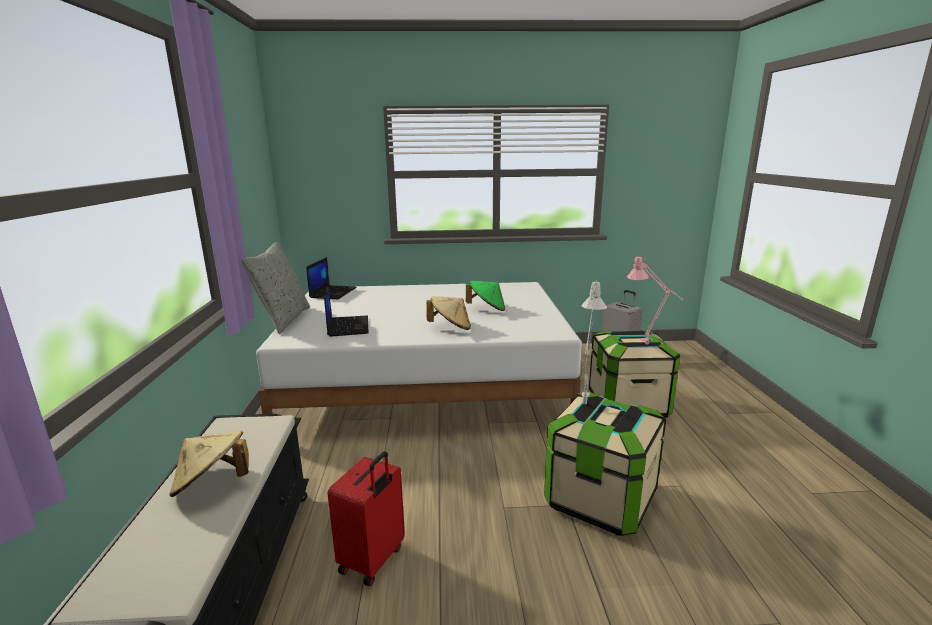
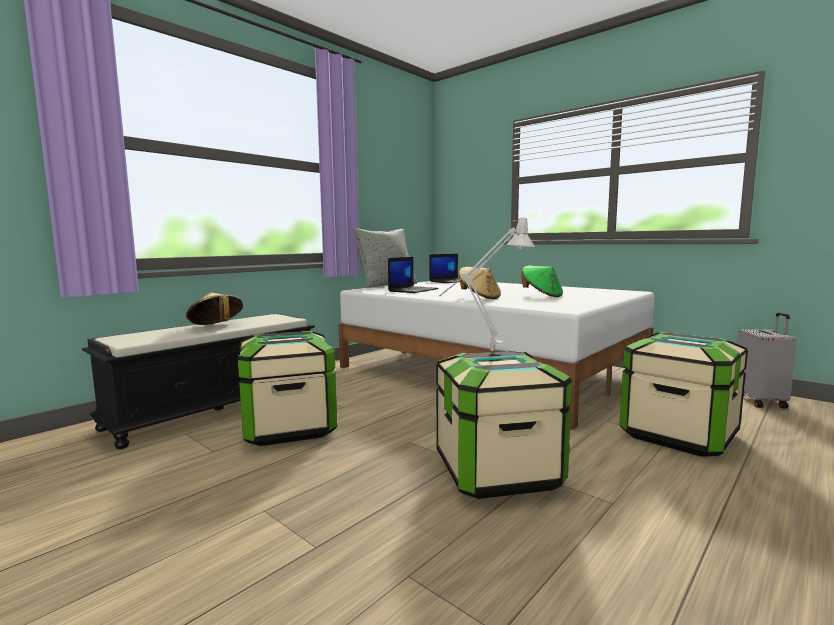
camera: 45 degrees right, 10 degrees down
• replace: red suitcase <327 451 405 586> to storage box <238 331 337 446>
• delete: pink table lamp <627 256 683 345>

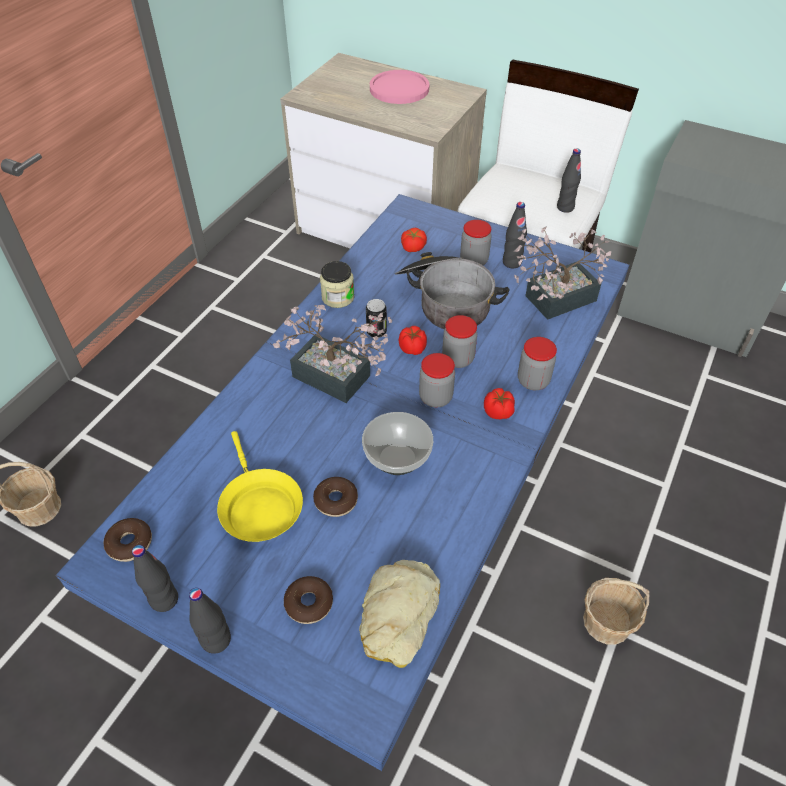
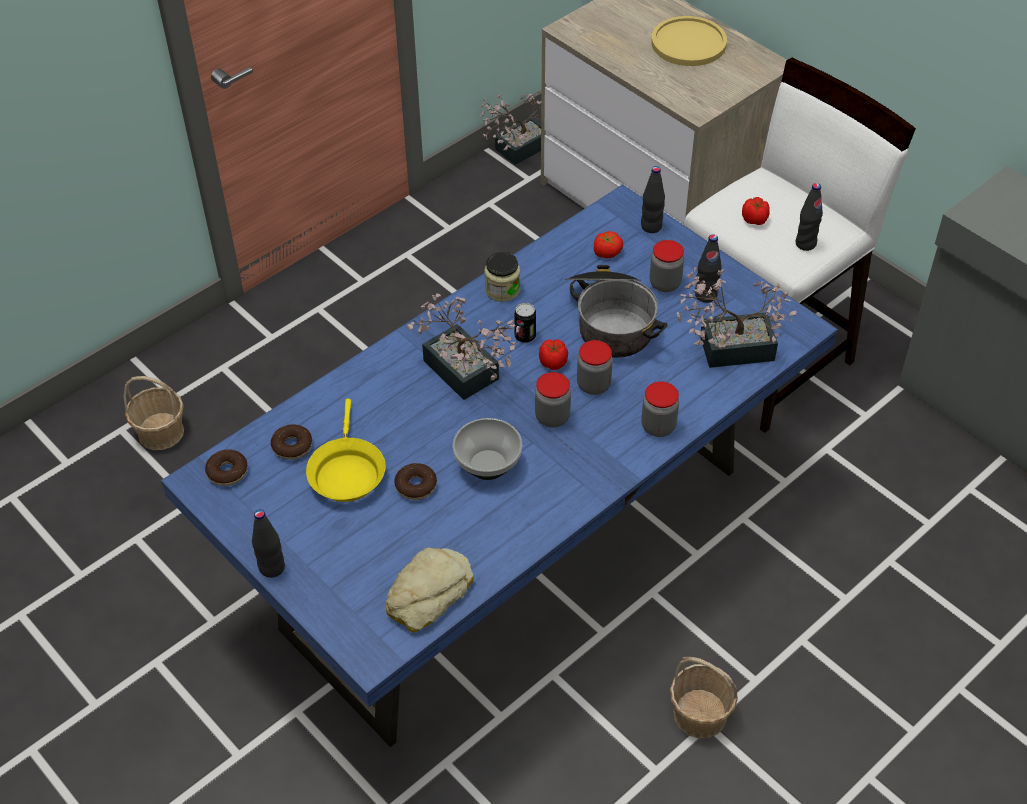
camera: 20 degrees right, 0 degrees up
• move: black bottle <132 545 178 612> to <641 166 665 233>
• move: donut <284 576 333 624> to <271 424 312 460>
• recolor: pink plate <370 70 429 104> to yellow plate <651 16 727 66>
• move: tomato <484 388 515 419> to <742 197 769 225>
• insert: potted plant <480 90 541 165>

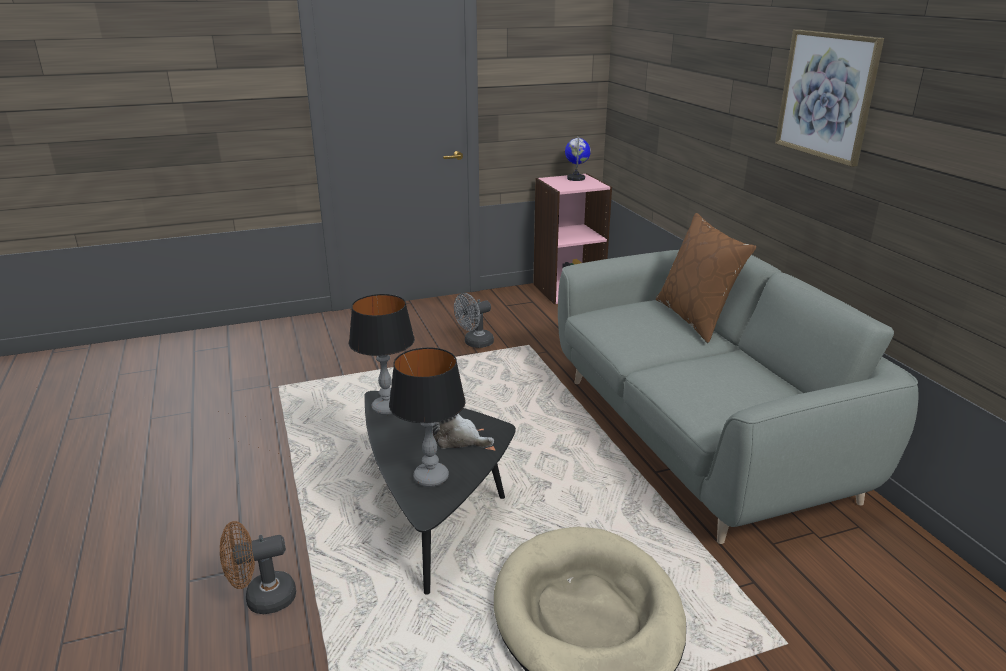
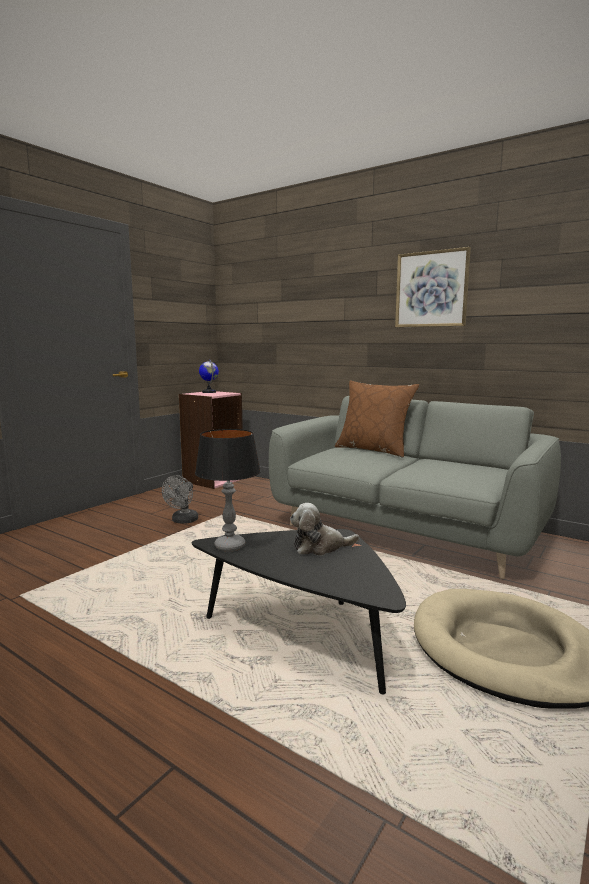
camera: 35 degrees left, 15 degrees down
• delete: brown fan <220 521 296 614>
• delete: table lamp <389 347 466 487>

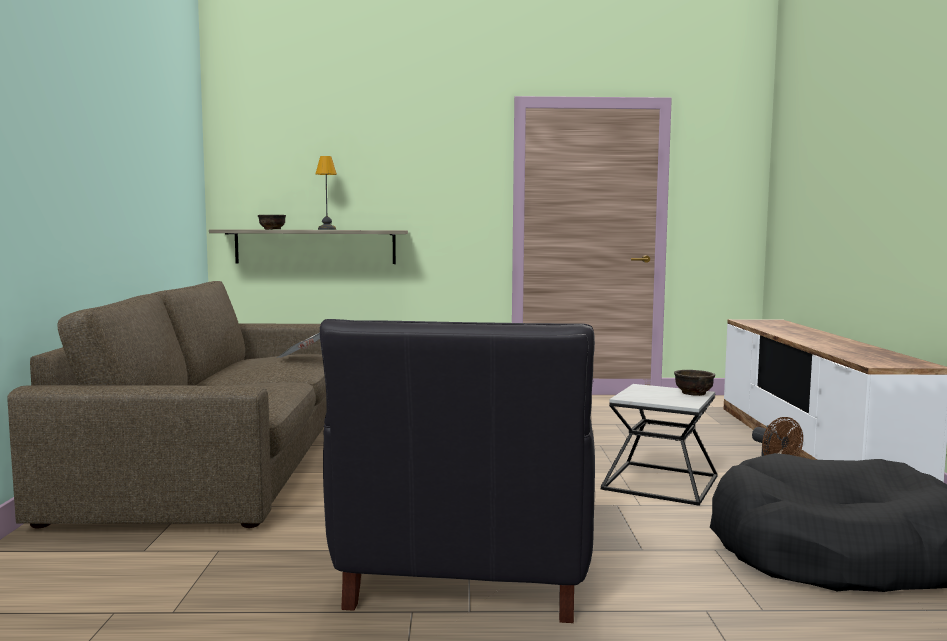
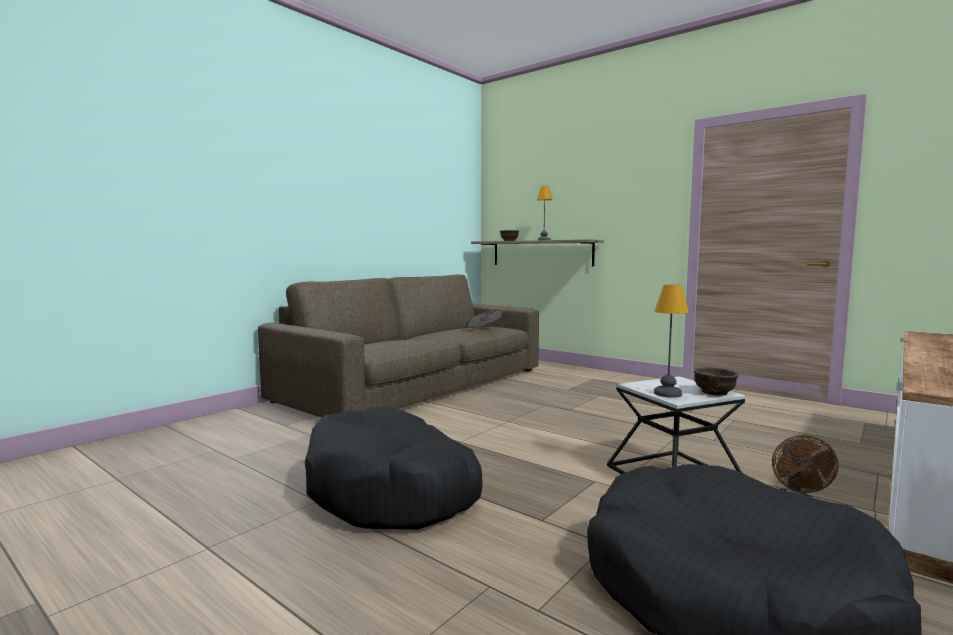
camera: 40 degrees right, 0 degrees up
• replace: black armchair <320 319 595 623> to black dog bed <305 406 483 530>
• insert: table lamp <654 285 689 398>

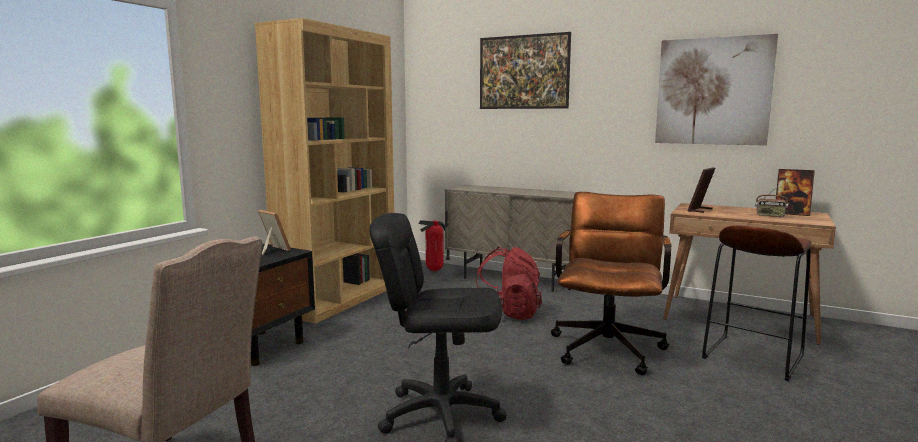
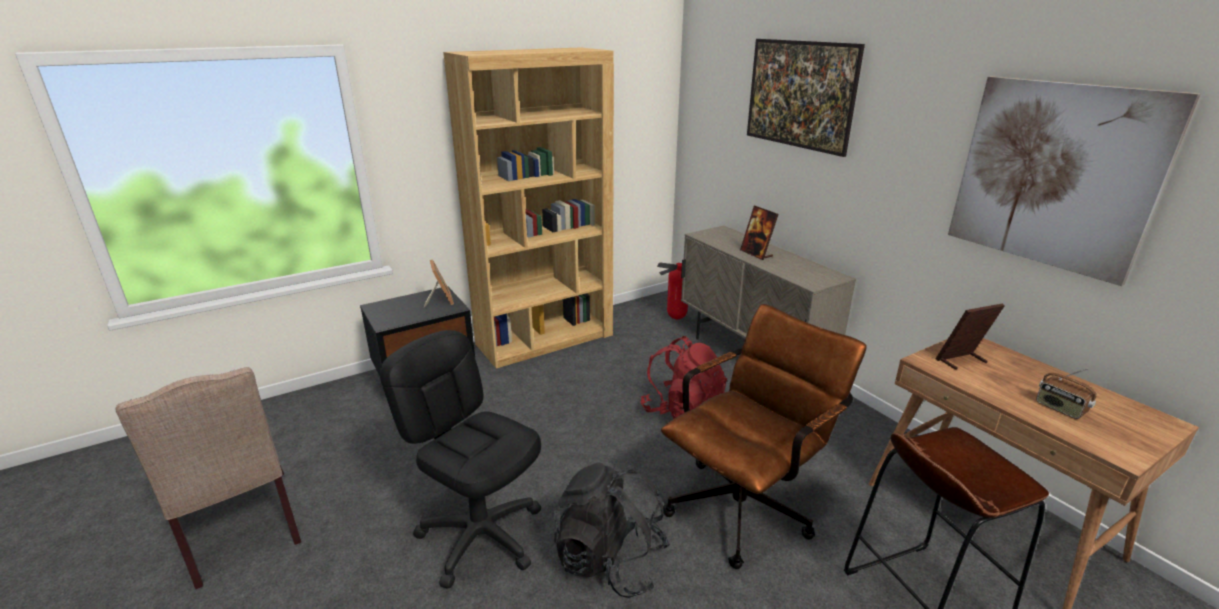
camera: 30 degrees right, 15 degrees up
• move: picture frame <776 169 815 216> to <740 206 779 260>
• insert: black backpack <554 463 670 598>

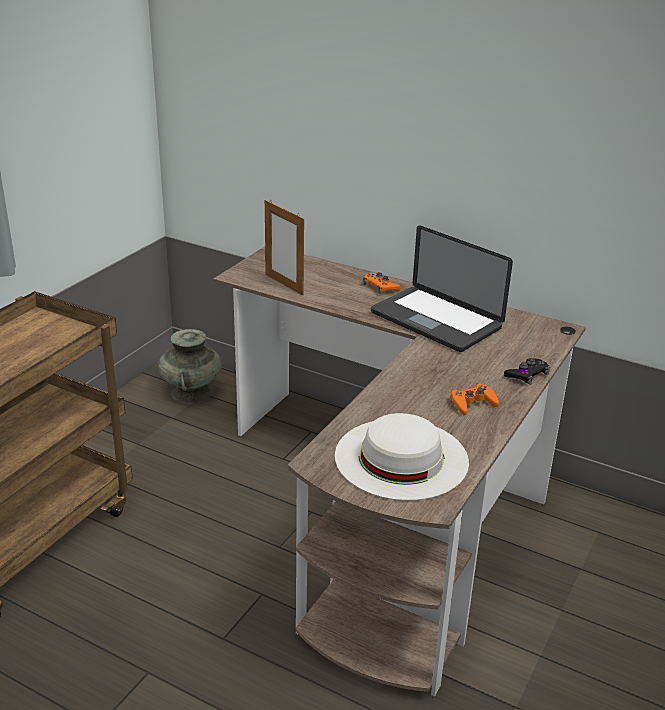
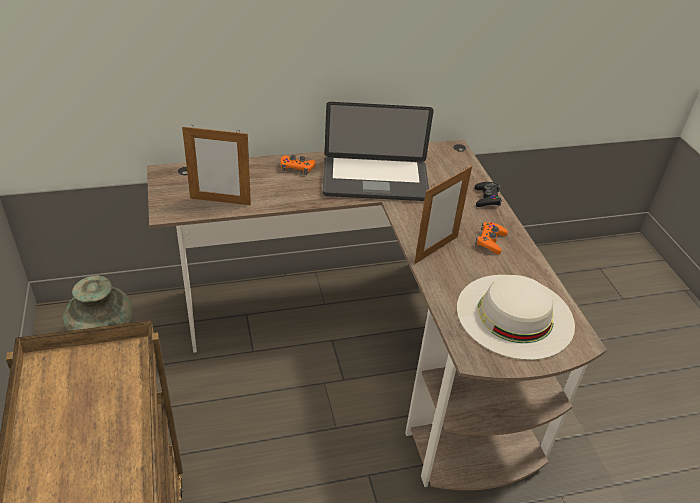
camera: 45 degrees left, 10 degrees up
• insert: picture frame <414 166 472 264>

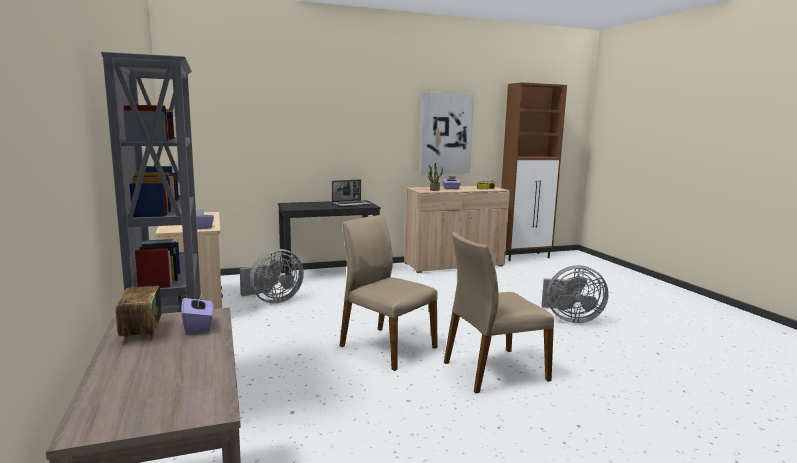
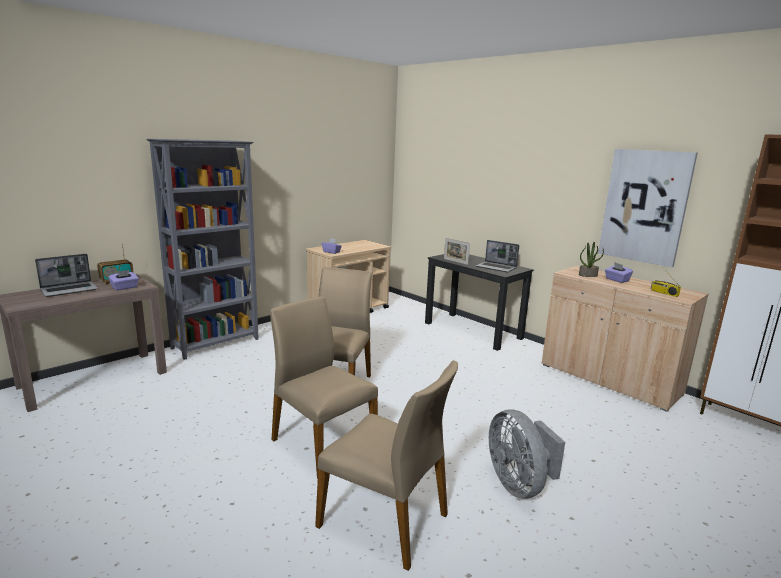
camera: 65 degrees right, 5 degrees up
• delete: grey fan <240 249 304 303>
• insert: laptop <35 254 98 297>
• insert: beige chair <315 360 458 571>
• insert: picture frame <444 238 470 265>

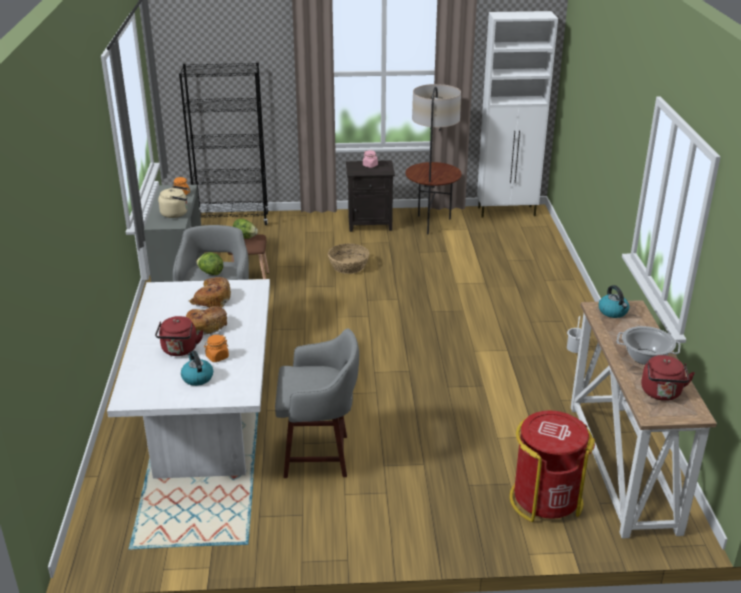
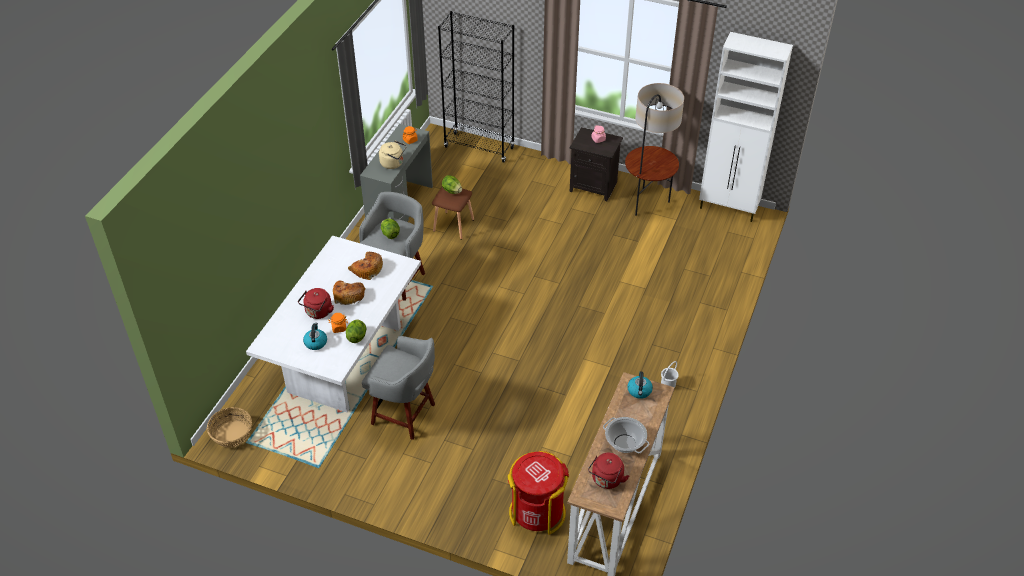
camera: 25 degrees right, 15 degrees up
• move: basket <328 243 369 274> to <207 407 252 448>
• insert: lettuce <346 319 367 343>

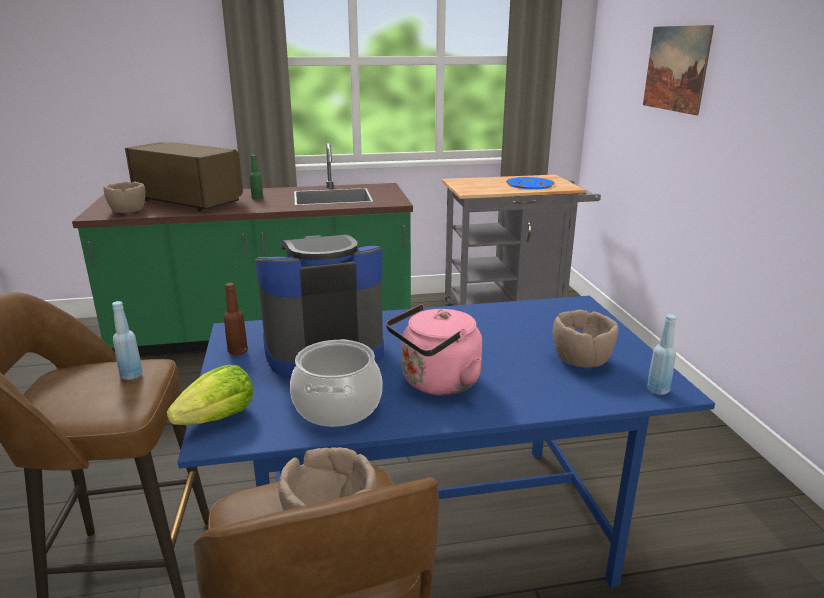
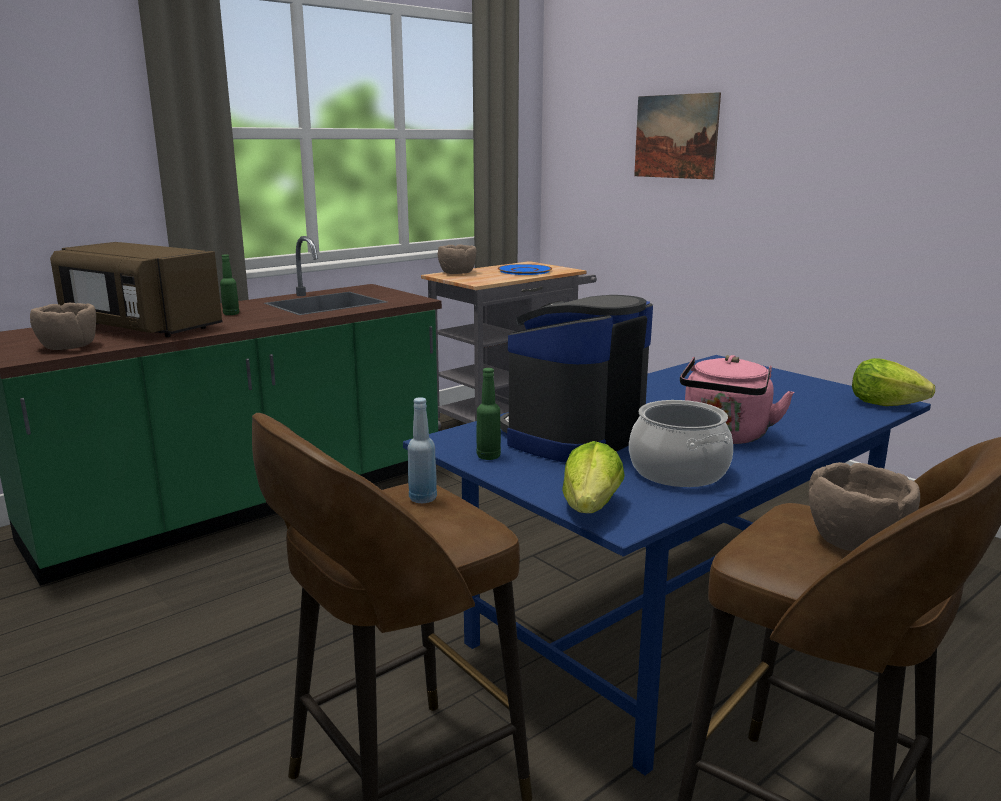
camera: 30 degrees left, 5 degrees down
• rotate: brown microwave <125 142 243 211> = <50 242 223 337> 150 degrees counterclockwise
• recolor: brown bottle <224 283 248 355> to green bottle <476 368 501 460>
• move: brown bowl <553 310 618 368> to <438 244 476 274>
• replace: blue bottle <647 314 676 395> to lettuce <852 358 935 406>

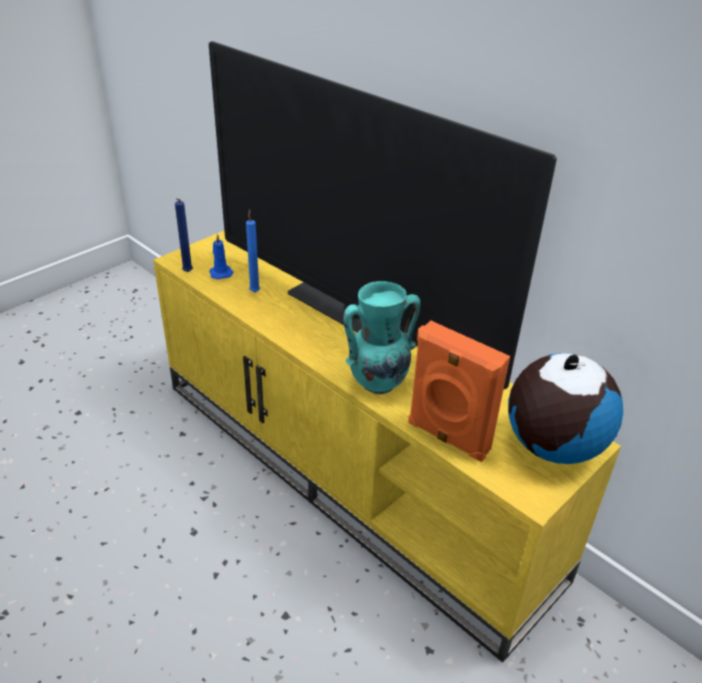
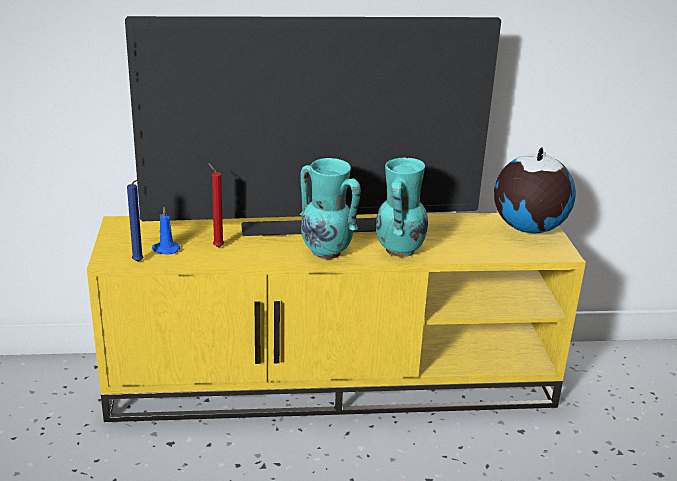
camera: 50 degrees left, 10 degrees down
• recolor: blue candle <246 209 260 292> to red candle <208 163 224 248>
• delete: orange speaker <408 321 510 462>
• insert: turquoise vase <300 158 361 259>

